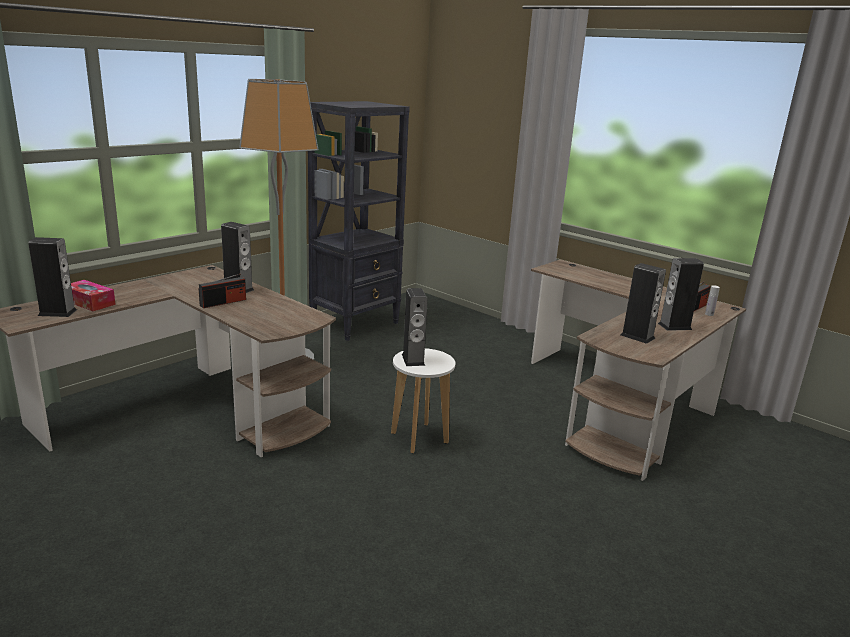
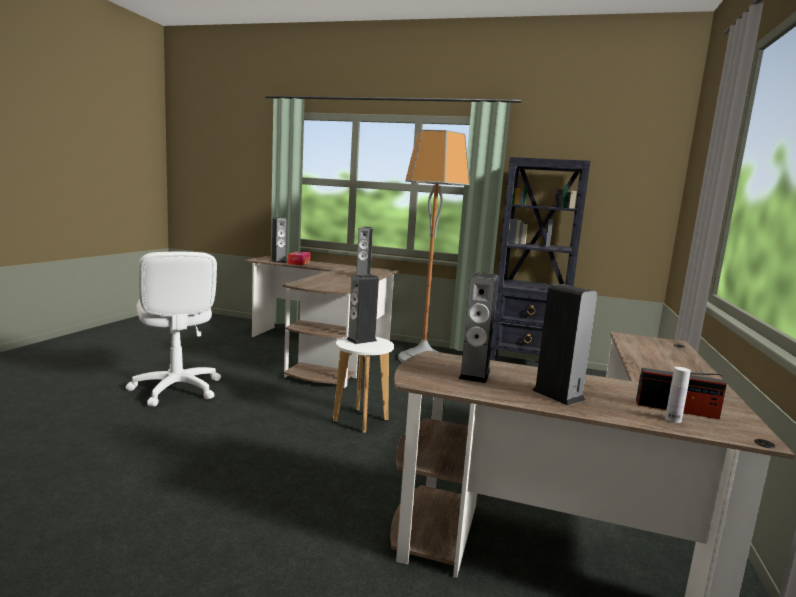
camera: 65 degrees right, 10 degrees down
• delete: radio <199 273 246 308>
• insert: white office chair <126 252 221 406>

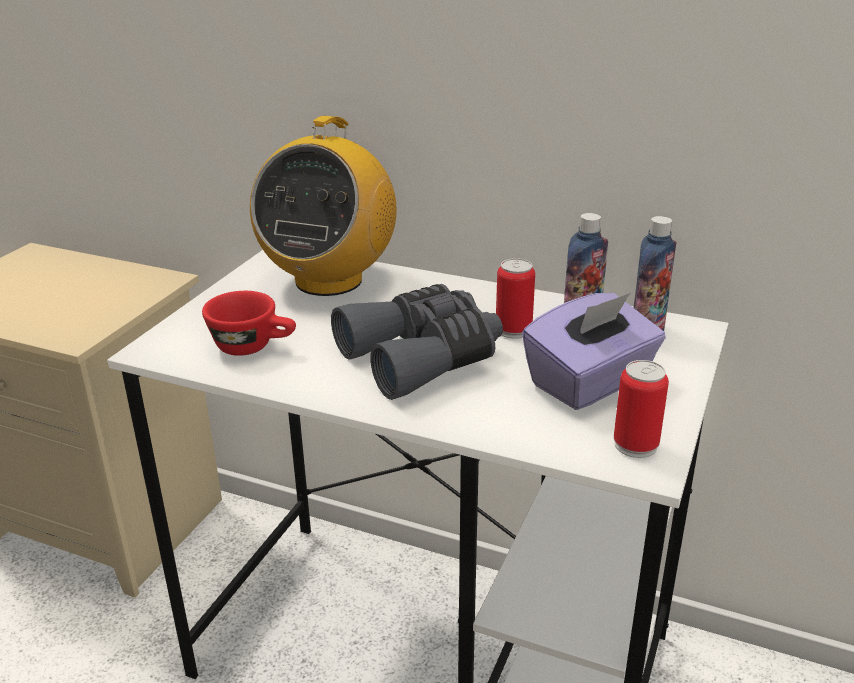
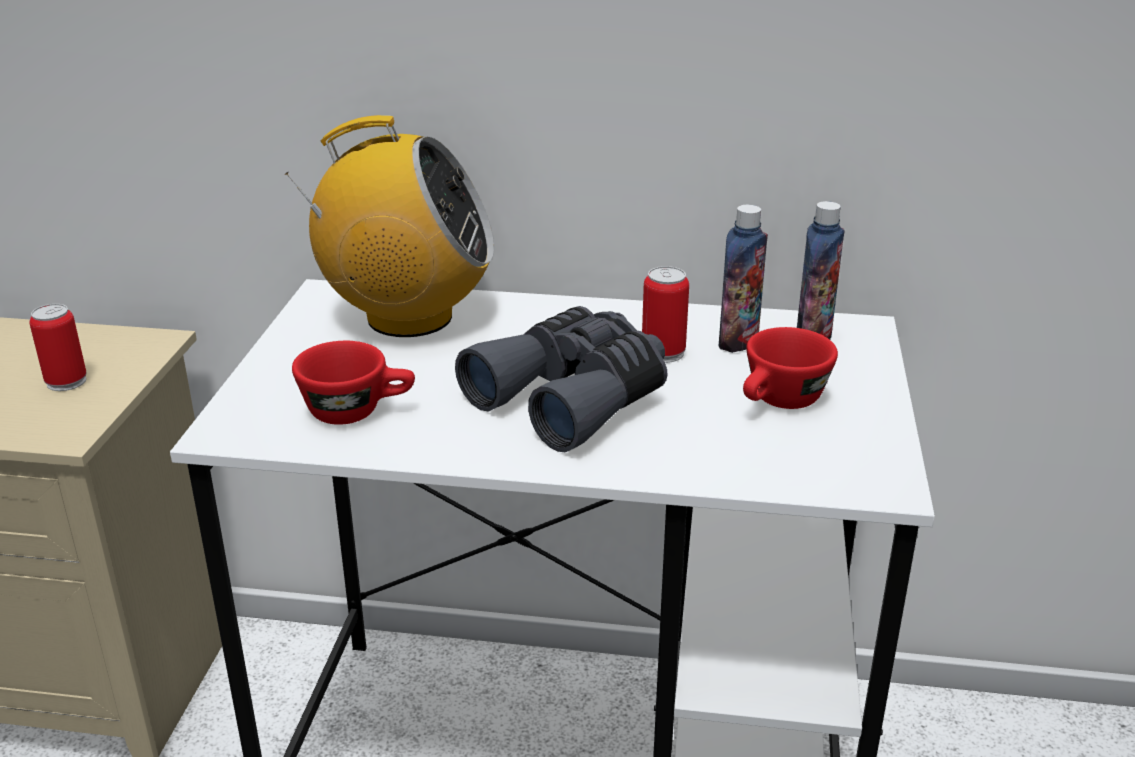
camera: 15 degrees left, 0 degrees up
• rotate: radio <250 116 397 296> = <285 115 494 337> 90 degrees counterclockwise
• replace: purple tissue box <522 293 666 410> to red cup <743 327 838 409>
• move: can <614 360 669 458> to <29 304 87 391>

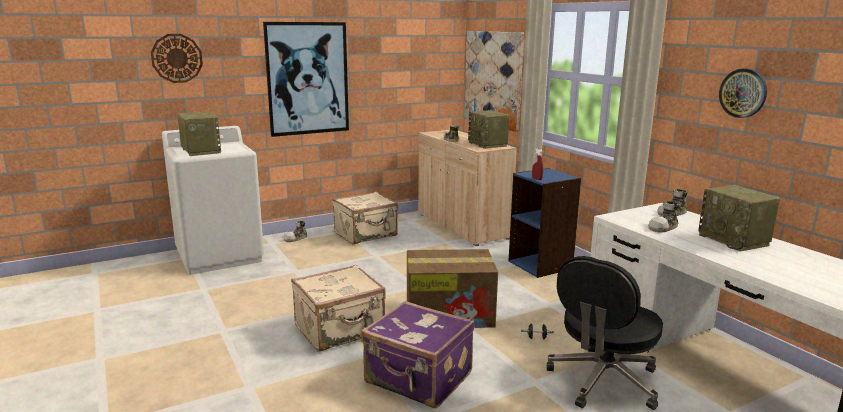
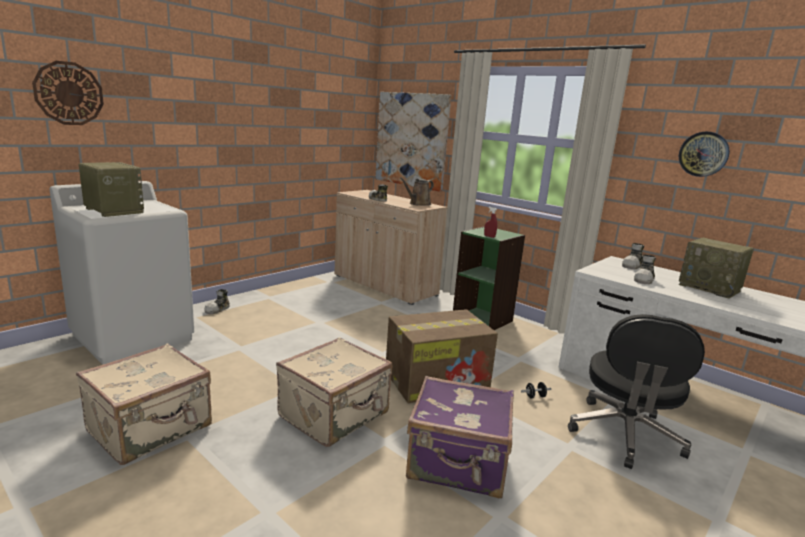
camera: 20 degrees left, 0 degrees up
• delete: picture <263 22 349 137>
• move: beige suitcase <332 192 398 244> to <76 343 212 465>
• replace: radio <468 110 510 149> to brown watering can <400 177 434 206>
• recolor: blue bookcase <509 168 581 278> to green bookcase <453 226 525 330>

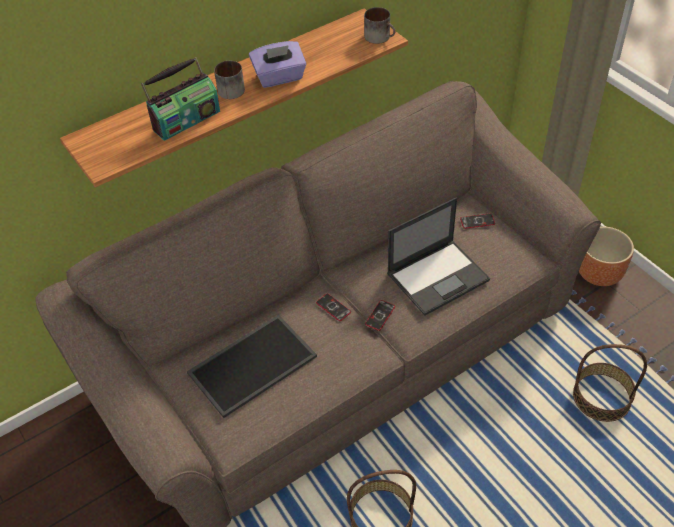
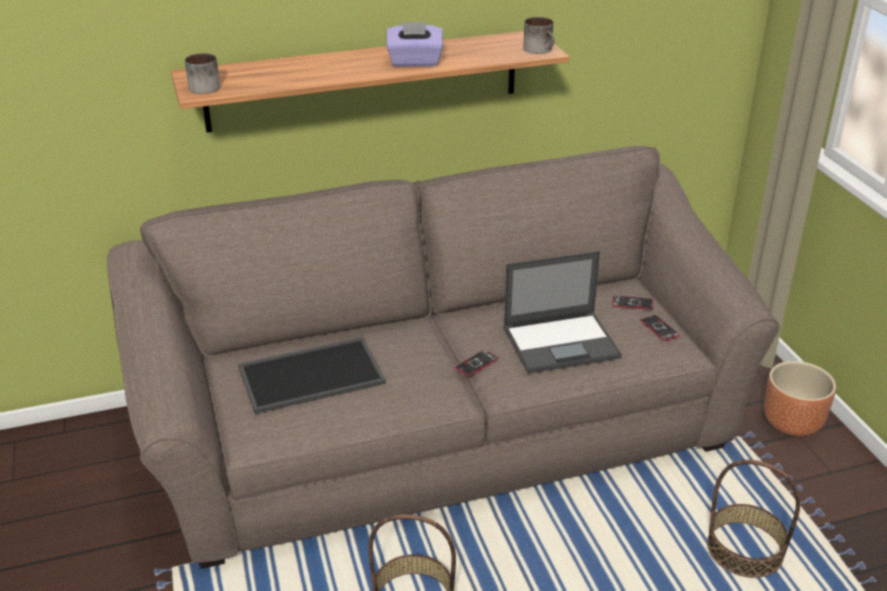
camera: 15 degrees right, 15 degrees down
• delete: radio <141 57 220 141>
• move: mug <214 61 245 99> to <185 53 220 94>
• move: phone <316 293 351 321> to <640 315 680 341>

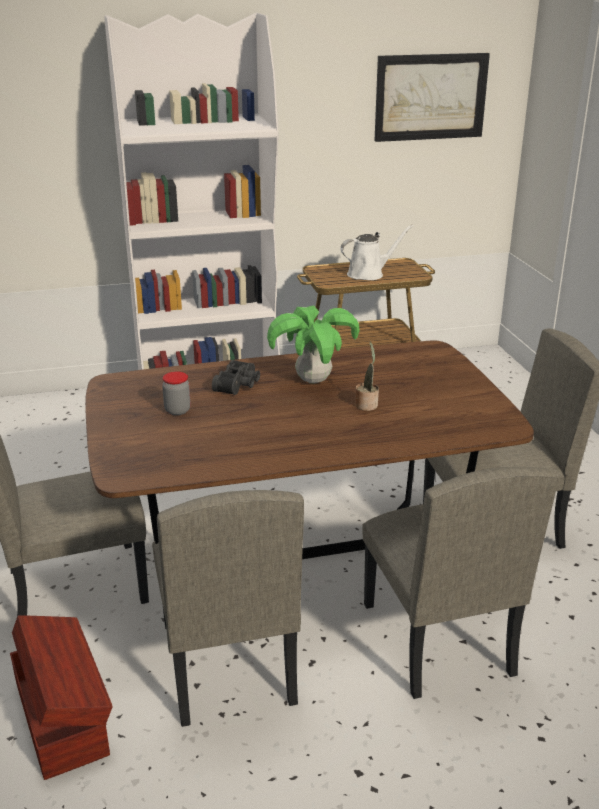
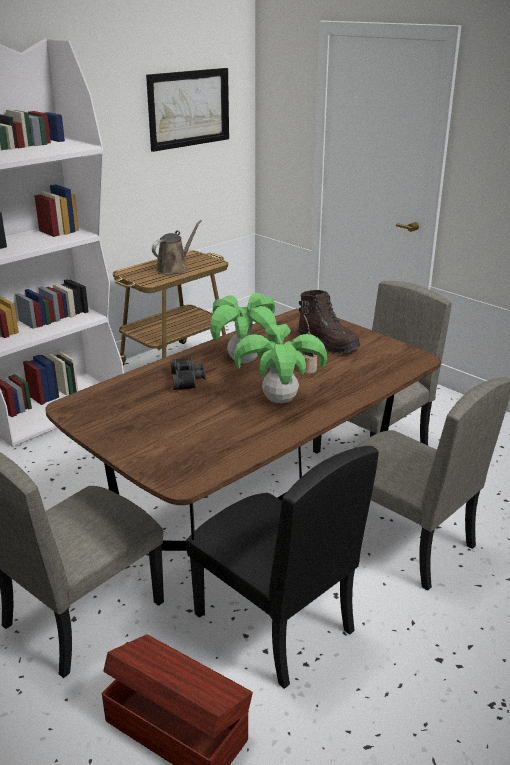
camera: 30 degrees left, 0 degrees up
• recolor: beige chair <152 490 304 727> to black chair <186 446 379 689>
• delete: jar <162 371 191 415>
• recolor: white watering can <341 224 413 280> to brown watering can <152 220 202 275>
• insert: potted plant <234 324 327 404>
• insert: brown boot <298 290 360 354>

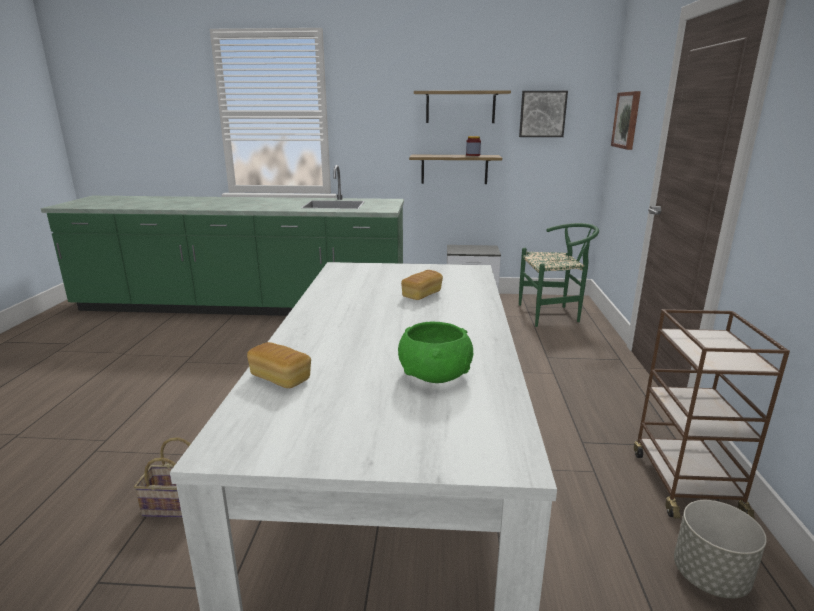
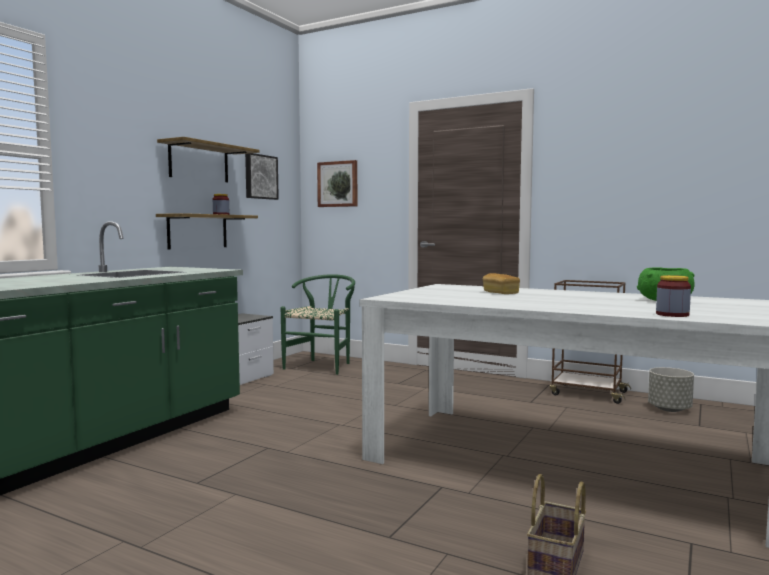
camera: 65 degrees left, 15 degrees down
• replace: bread <247 342 311 388> to jar <656 275 691 317>

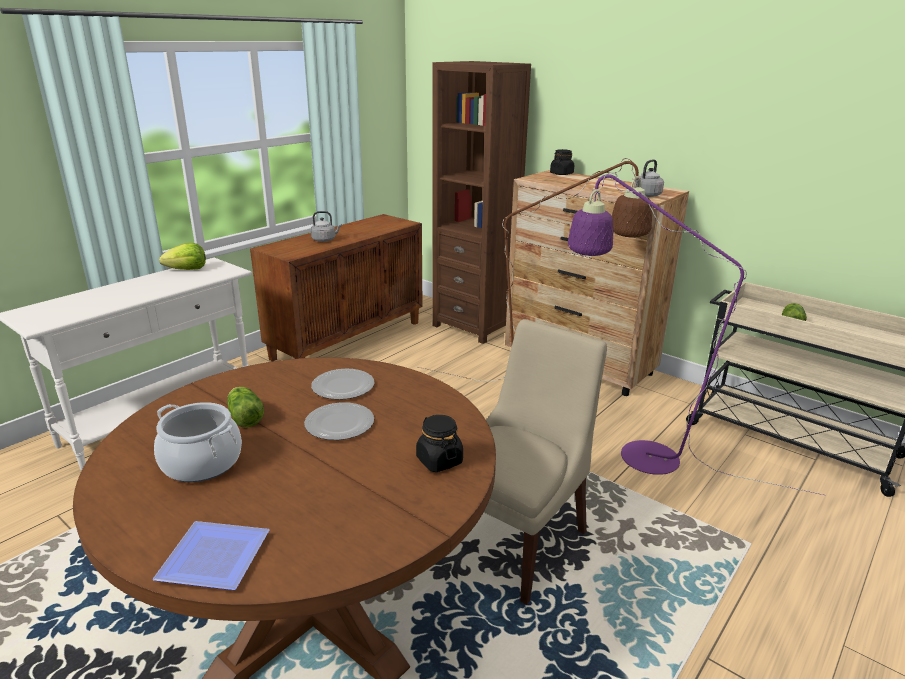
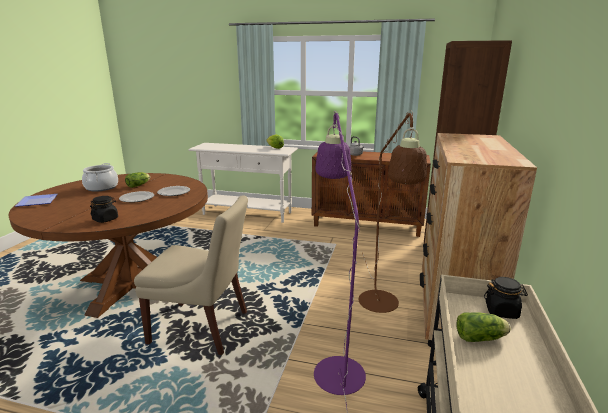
camera: 65 degrees right, 5 degrees down
• move: black jar <550 149 574 175> to <484 277 528 319>
• delete: grey kettle <634 159 664 197>

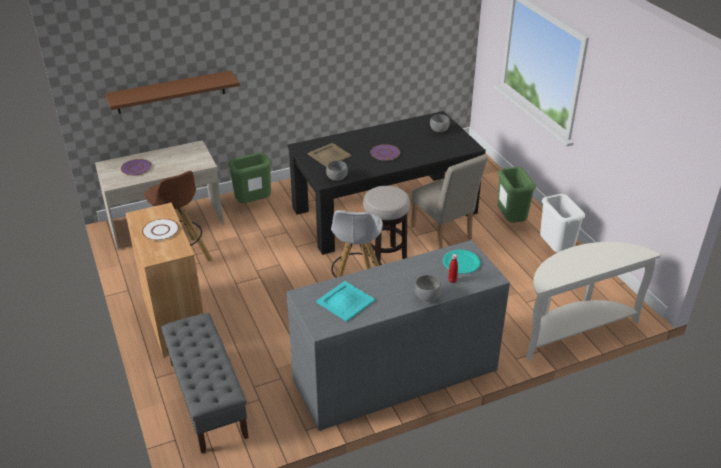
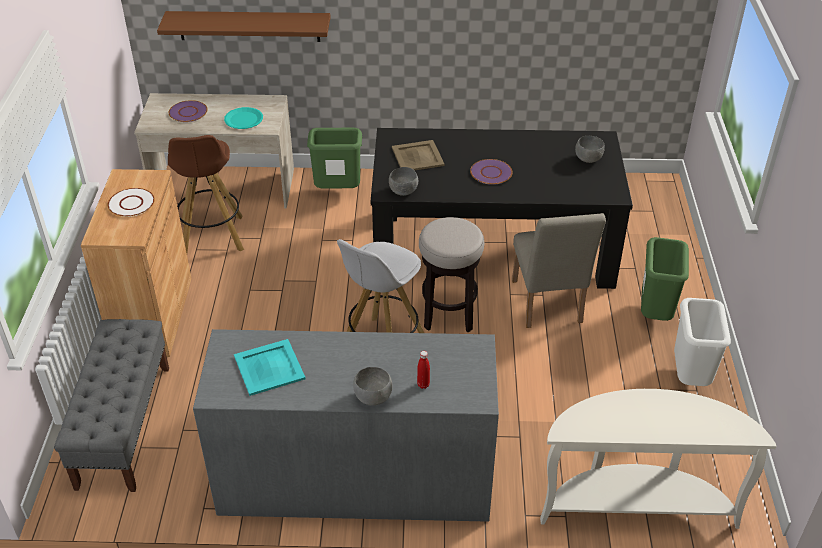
camera: 25 degrees right, 5 degrees up
• move: turquoise plate <443 250 480 274> to <224 107 263 129>

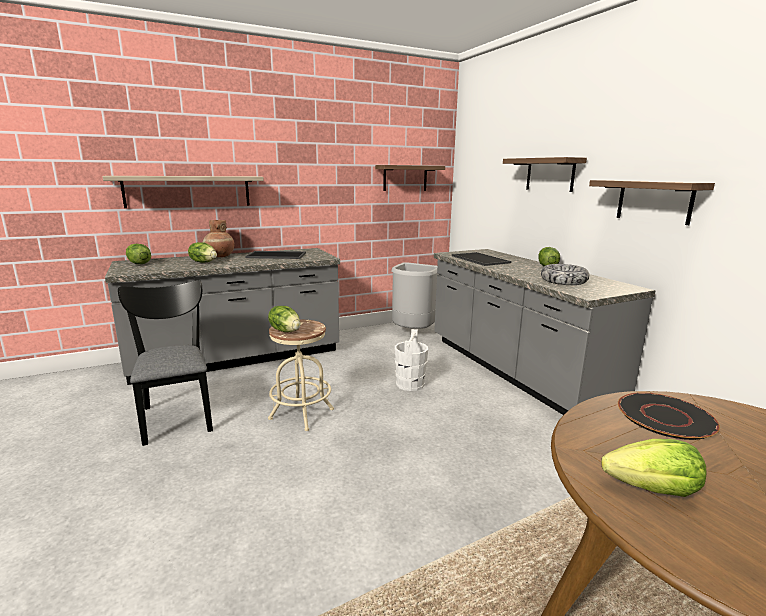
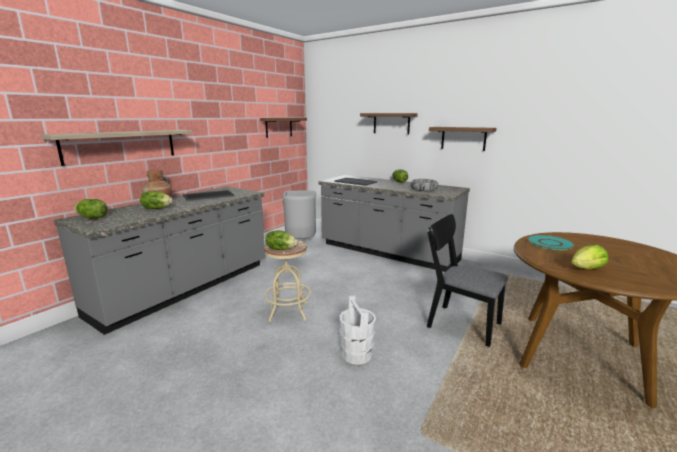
camera: 30 degrees left, 0 degrees up
• move: black chair <118 280 213 446> to <427 214 508 347>
• move: white bucket <395 329 428 391> to <339 295 376 365>
• recolor: black plate <618 392 720 440> to turquoise plate <527 235 575 250>

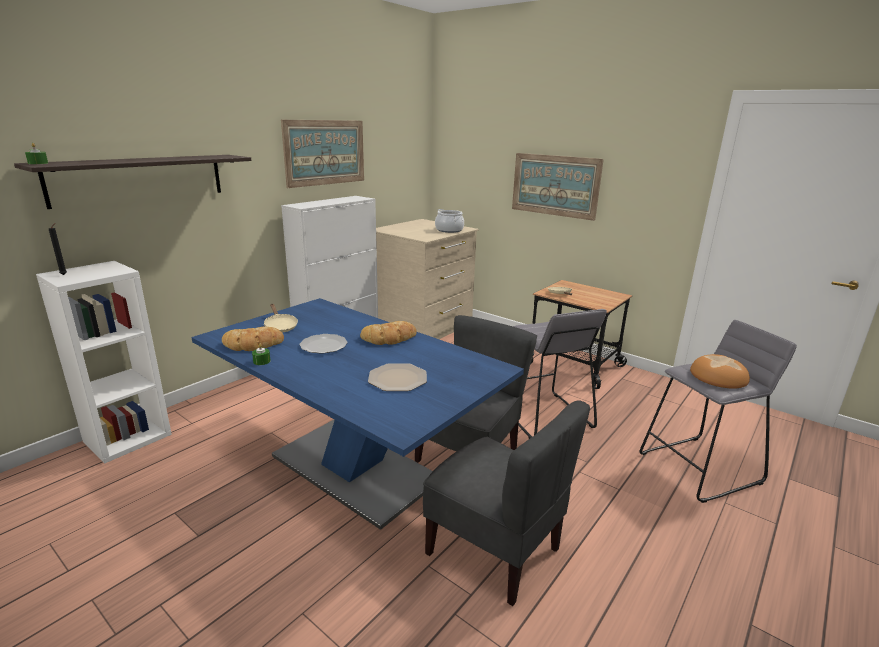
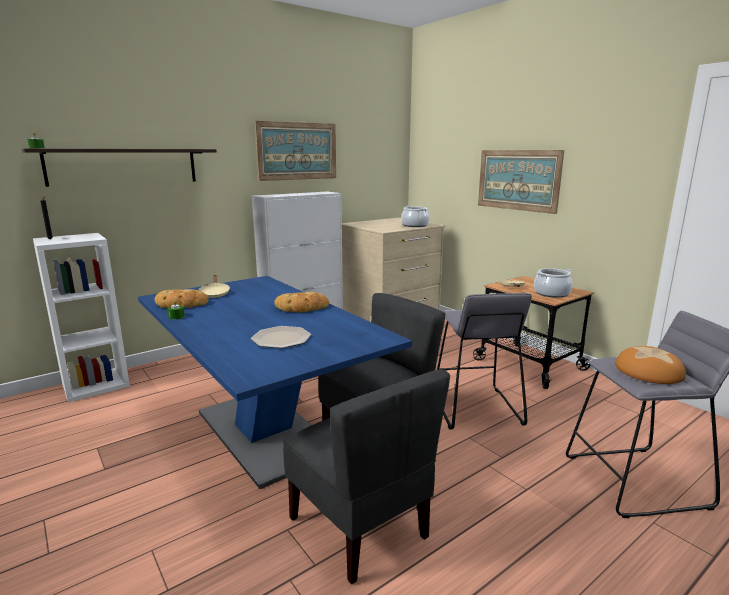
camera: 15 degrees right, 5 degrees down
• delete: plate <300 334 348 354>
• insert: cooking pot <534 268 573 298>

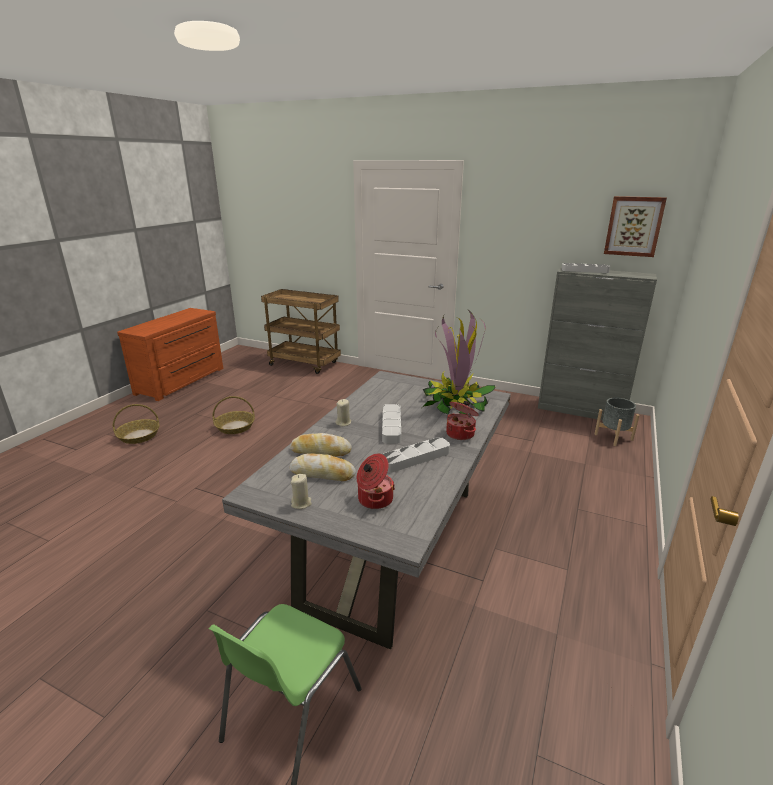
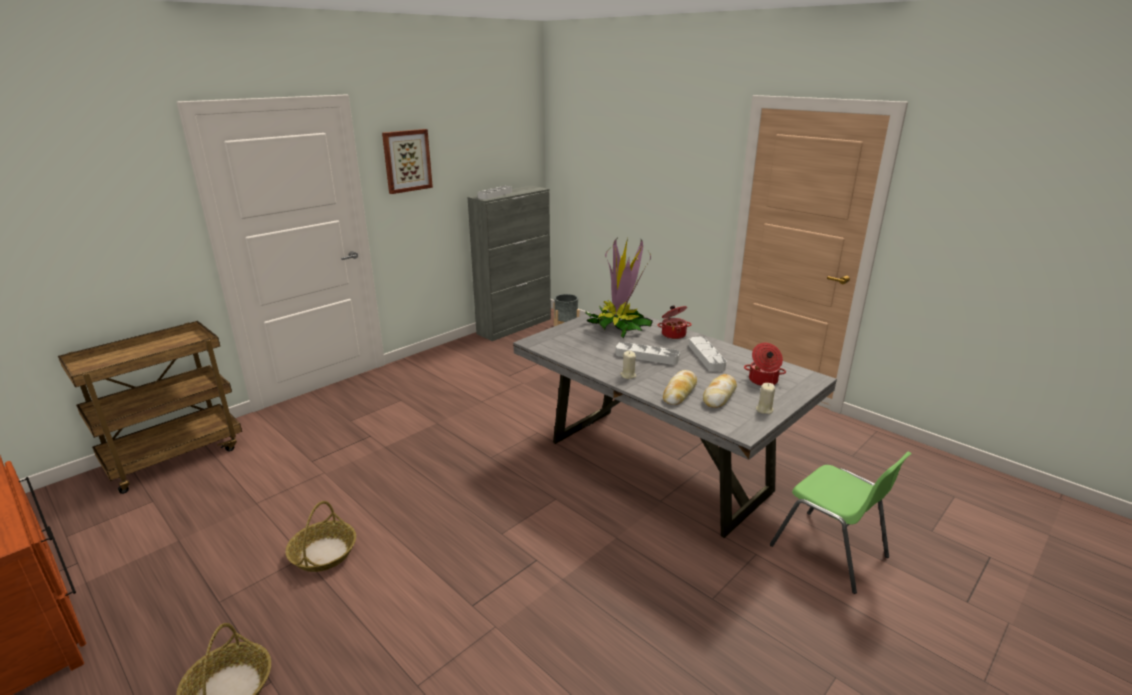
camera: 70 degrees left, 0 degrees up
• move: picture <604 196 667 257> to <382 129 433 194>

